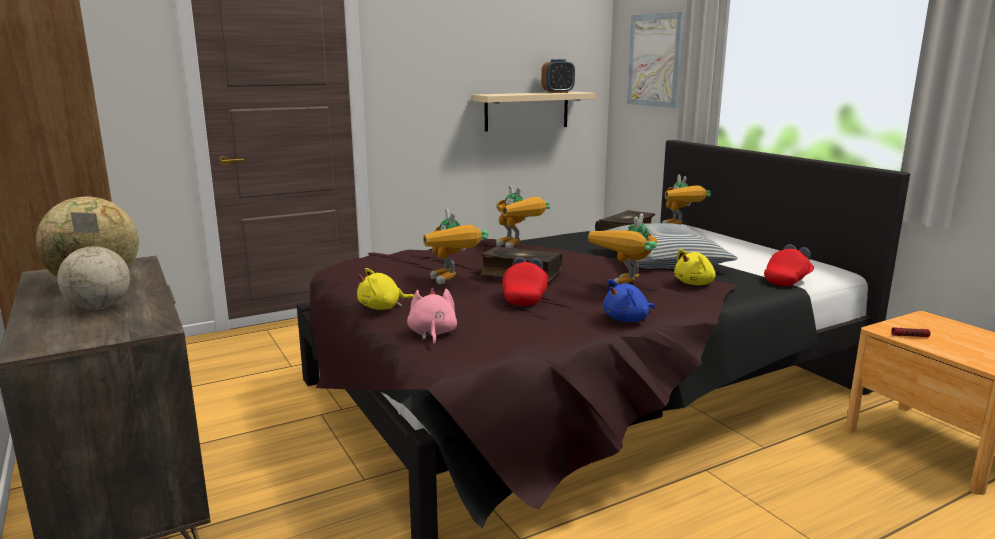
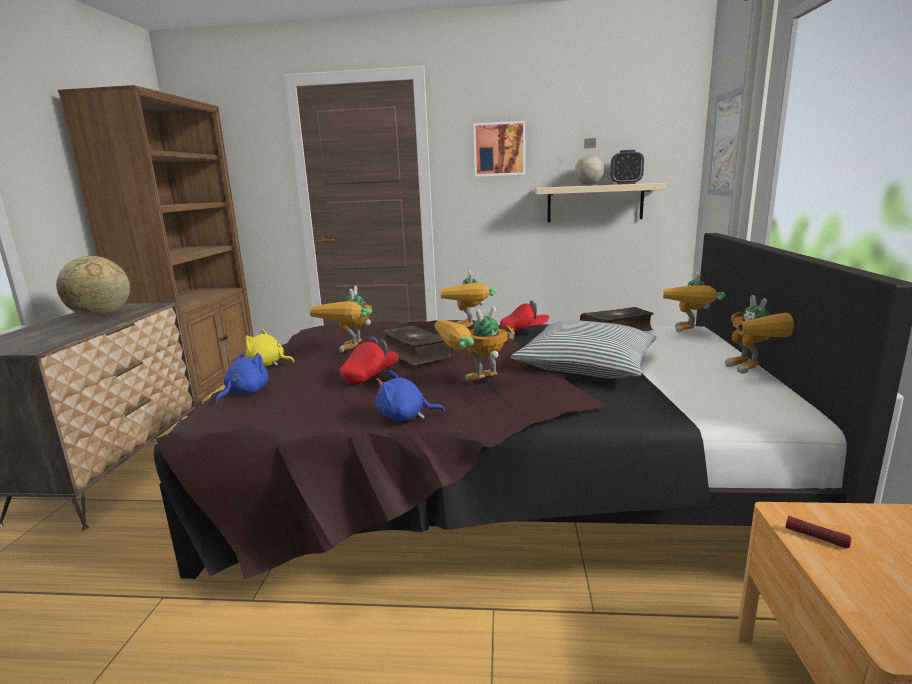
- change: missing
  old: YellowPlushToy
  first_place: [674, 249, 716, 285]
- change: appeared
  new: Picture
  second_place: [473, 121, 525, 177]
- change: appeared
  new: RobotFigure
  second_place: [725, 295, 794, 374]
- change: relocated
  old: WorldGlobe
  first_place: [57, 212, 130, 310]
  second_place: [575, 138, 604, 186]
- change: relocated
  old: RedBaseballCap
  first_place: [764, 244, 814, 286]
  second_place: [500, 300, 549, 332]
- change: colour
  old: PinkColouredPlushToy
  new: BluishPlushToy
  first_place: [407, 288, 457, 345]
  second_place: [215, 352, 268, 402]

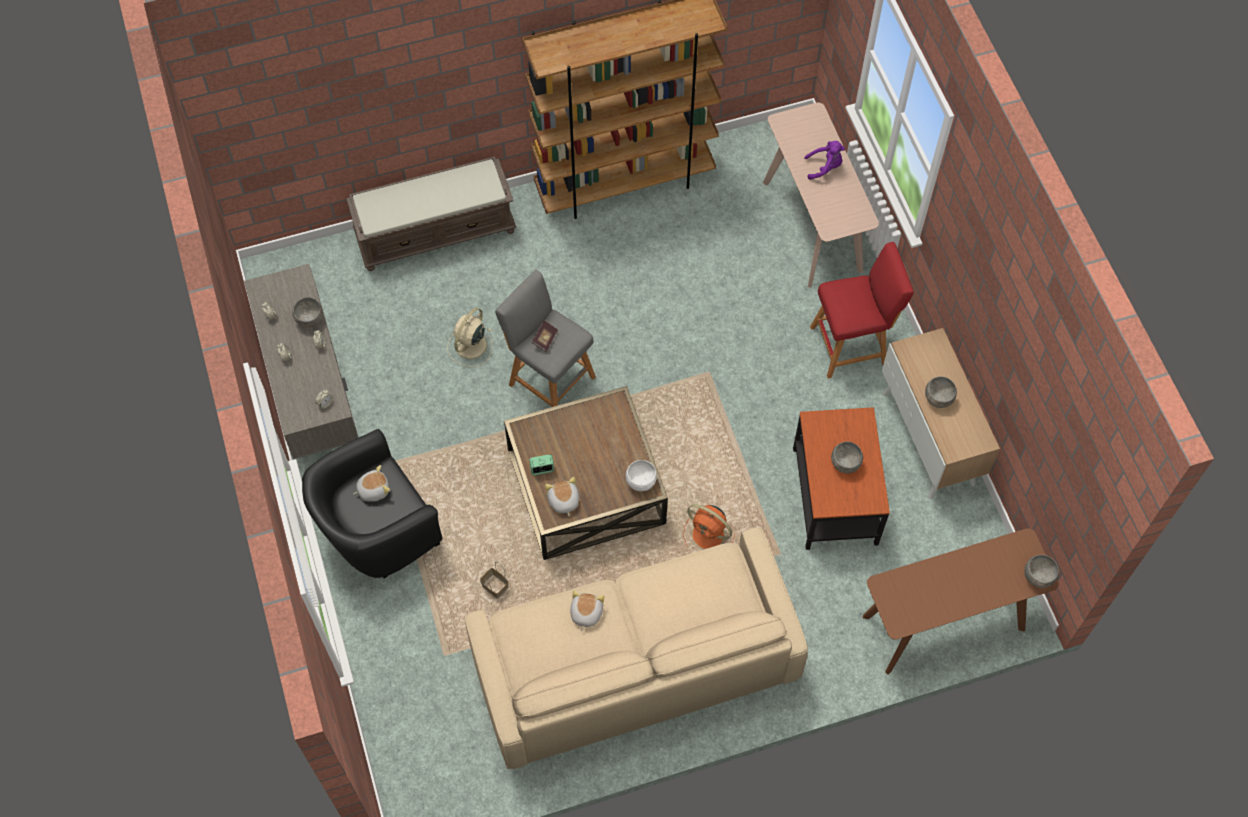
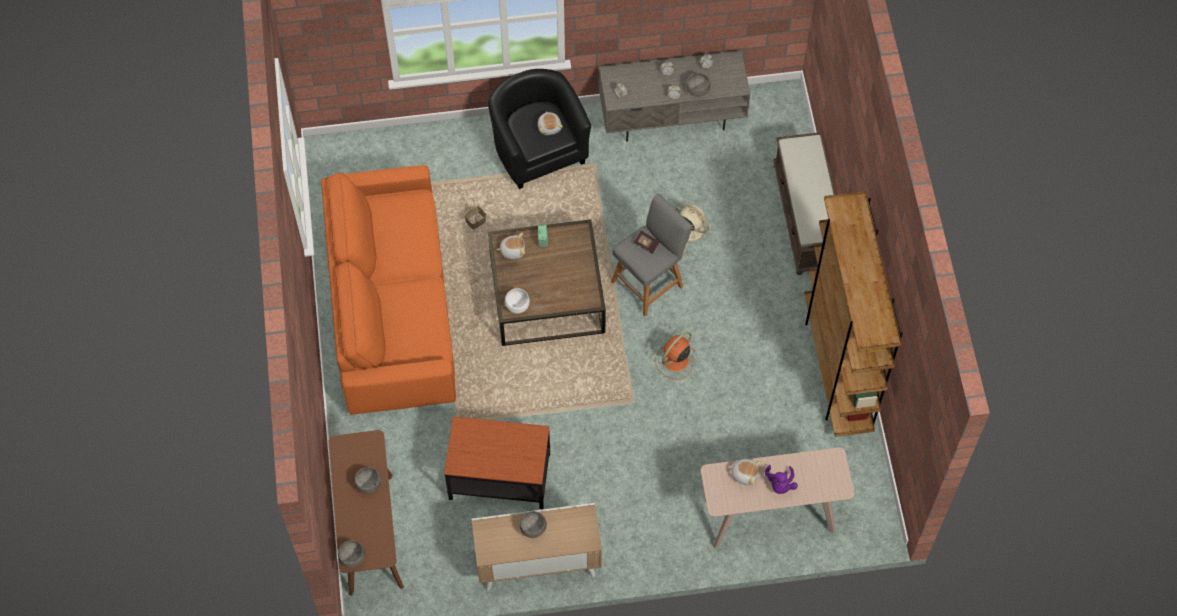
- change: missing
  old: RedSittingStool
  first_place: [810, 242, 914, 379]
- change: relocated
  old: PlushToy
  first_place: [570, 590, 604, 631]
  second_place: [729, 459, 762, 485]
- change: relocated
  old: OrangeColouredElectricFan
  first_place: [683, 504, 735, 549]
  second_place: [655, 332, 695, 380]
- change: relocated
  old: GreyishDeepDish
  first_place: [831, 442, 863, 474]
  second_place: [354, 467, 382, 494]
- change: colour
  old: BeigeSettee
  new: OrangeColouredSettee
  first_place: [464, 527, 808, 769]
  second_place: [321, 165, 456, 415]

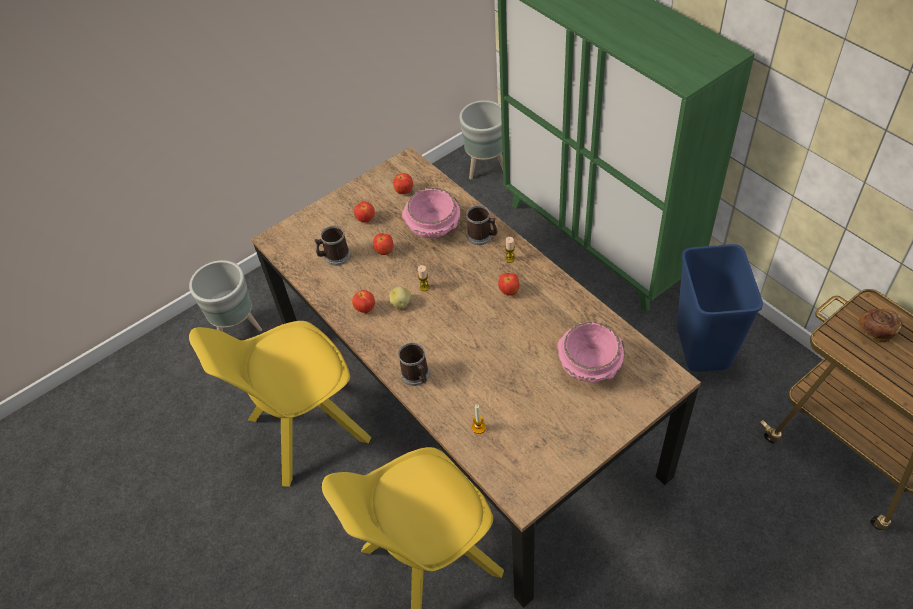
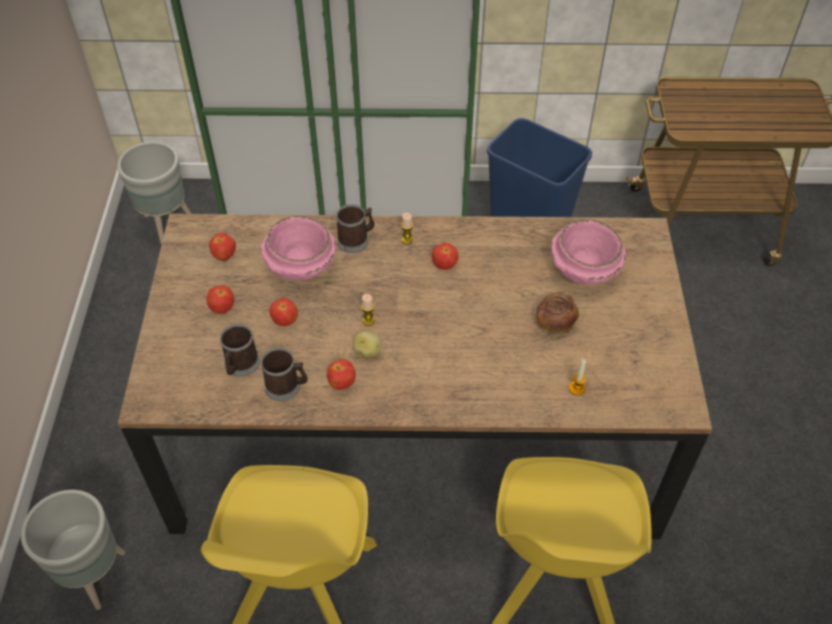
- change: relocated
  old: TeaMug
  first_place: [398, 343, 430, 386]
  second_place: [261, 348, 308, 401]
- change: relocated
  old: Bread
  first_place: [859, 309, 902, 343]
  second_place: [537, 291, 579, 334]

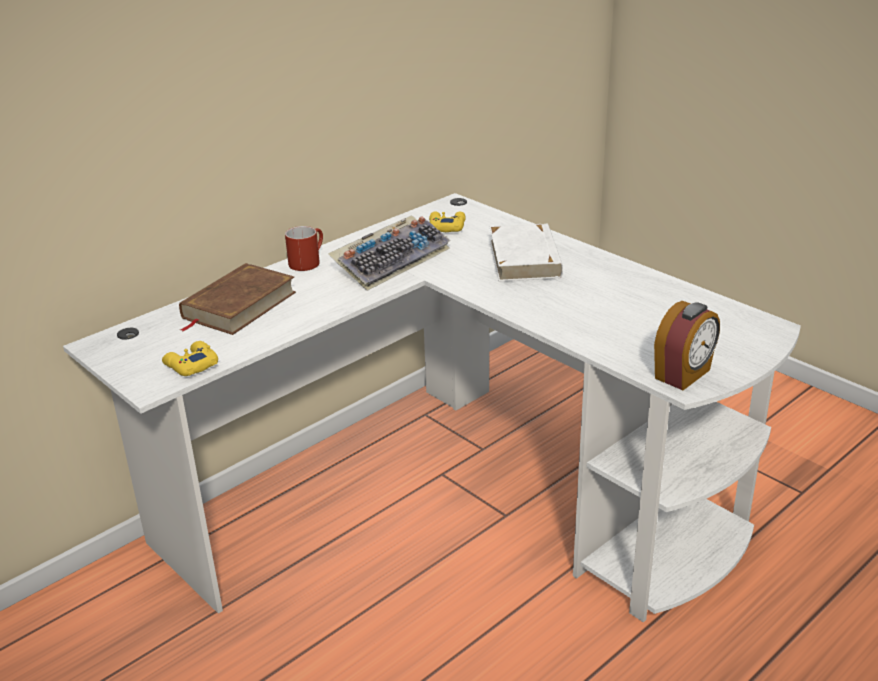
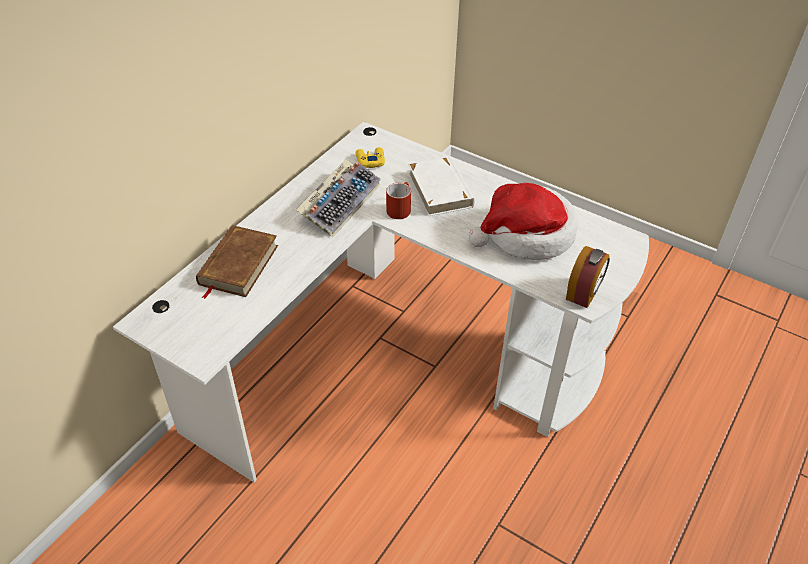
- change: missing
  old: YellowJoypad
  first_place: [162, 341, 218, 376]
- change: appeared
  new: WearableHat
  second_place: [469, 183, 578, 260]
- change: relocated
  old: RedTeaMug
  first_place: [285, 226, 323, 271]
  second_place: [386, 182, 411, 219]

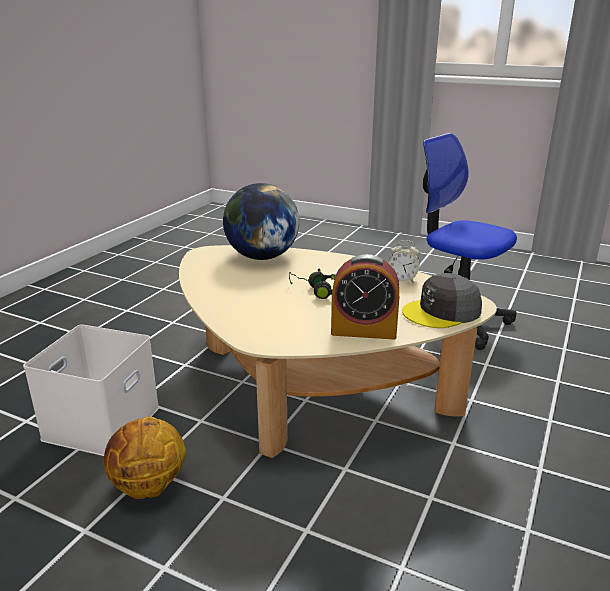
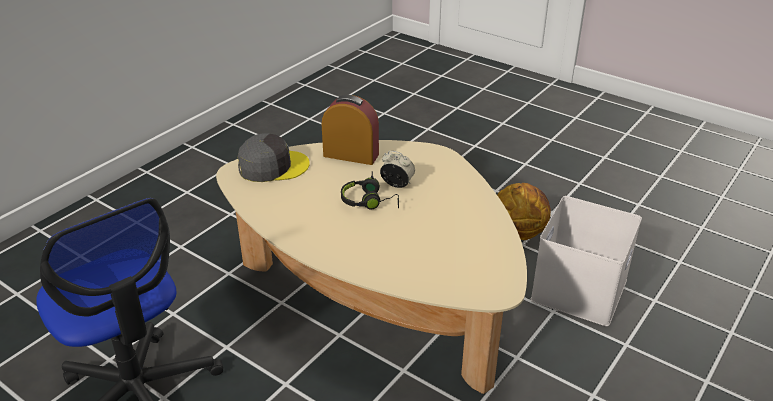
- change: missing
  old: WorldGlobe
  first_place: [223, 183, 299, 260]
- change: relocated
  old: TableClock
  first_place: [388, 240, 420, 282]
  second_place: [380, 151, 415, 188]

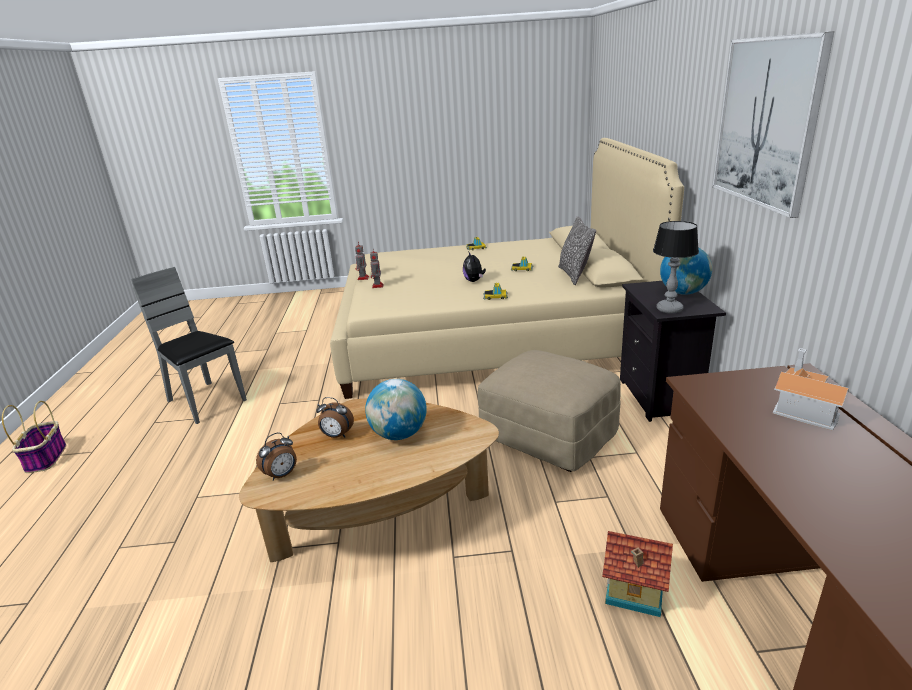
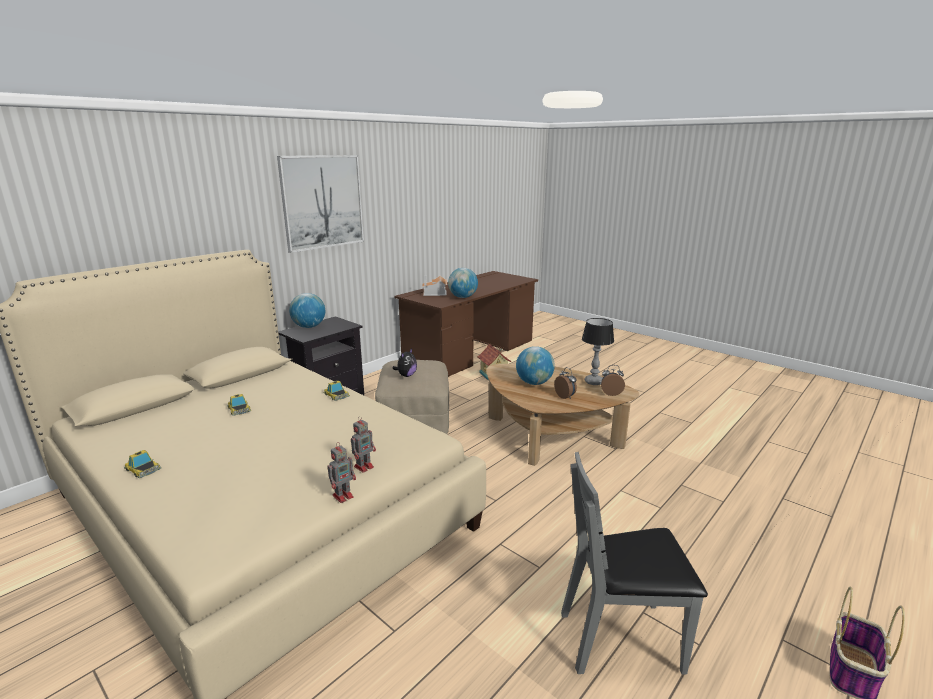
- change: missing
  old: Pillow
  first_place: [558, 216, 596, 285]
- change: appeared
  new: WorldGlobe
  second_place: [448, 268, 478, 298]
- change: relocated
  old: PlushToy
  first_place: [463, 251, 486, 282]
  second_place: [392, 349, 417, 377]
- change: relocated
  old: LampForATable
  first_place: [653, 221, 699, 314]
  second_place: [582, 318, 614, 385]
- change: spun
  old: GreyishChair
  first_place: [131, 267, 247, 424]
  second_place: [561, 452, 708, 675]
  degrees: 90

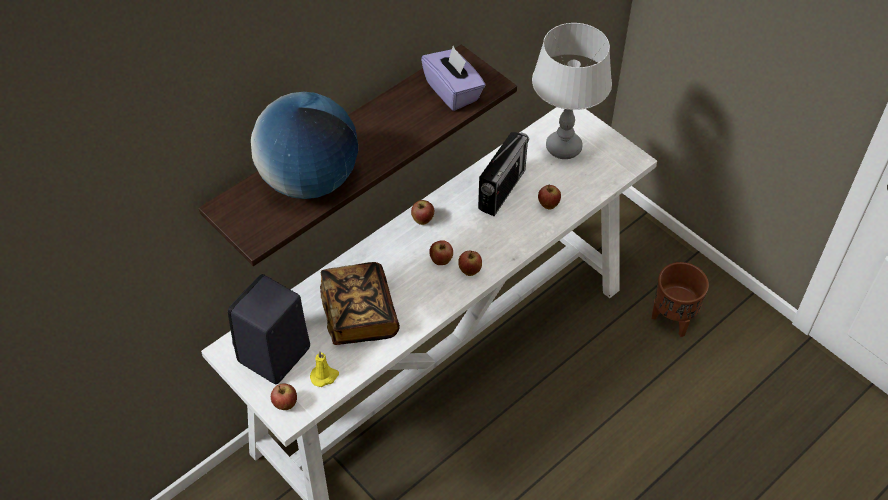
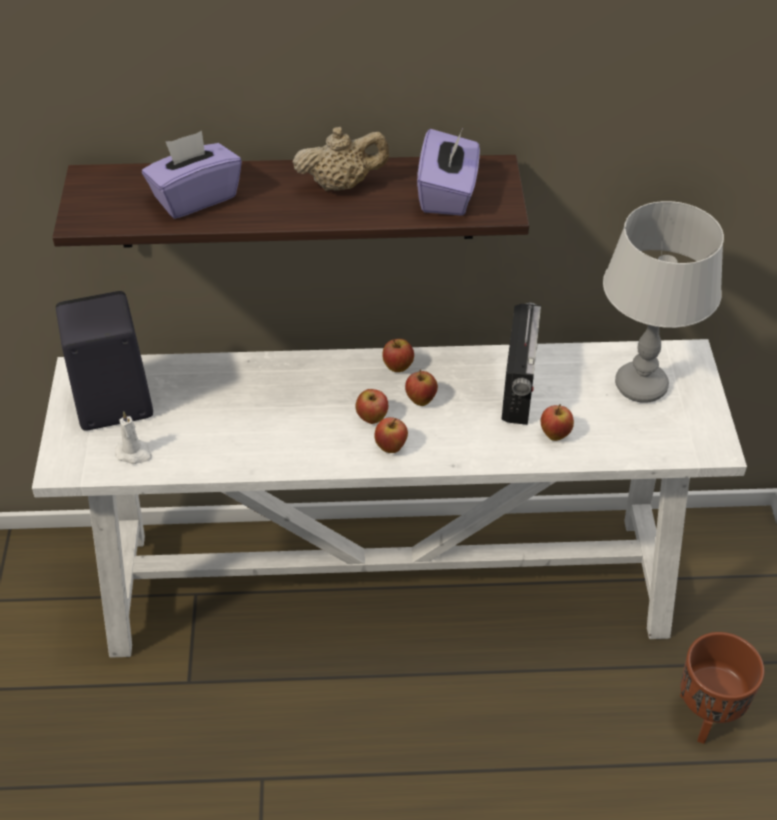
- change: missing
  old: BoundBook
  first_place: [320, 262, 400, 345]
- change: appeared
  new: BeigeTeaPot
  second_place: [292, 127, 389, 191]
- change: relocated
  old: WholeApple
  first_place: [271, 384, 297, 410]
  second_place: [405, 370, 438, 406]
- change: exchanged
  old: WorldGlobe
  new: PurpleColouredTissueHolder
  first_place: [251, 92, 358, 199]
  second_place: [142, 131, 242, 219]
- change: colour
  old: YellowWaxLight
  new: WhitishWaxLight
  first_place: [310, 351, 339, 387]
  second_place: [115, 412, 152, 464]
- change: spun
  old: Radio
  first_place: [478, 132, 529, 216]
  second_place: [501, 302, 541, 425]
  degrees: -60

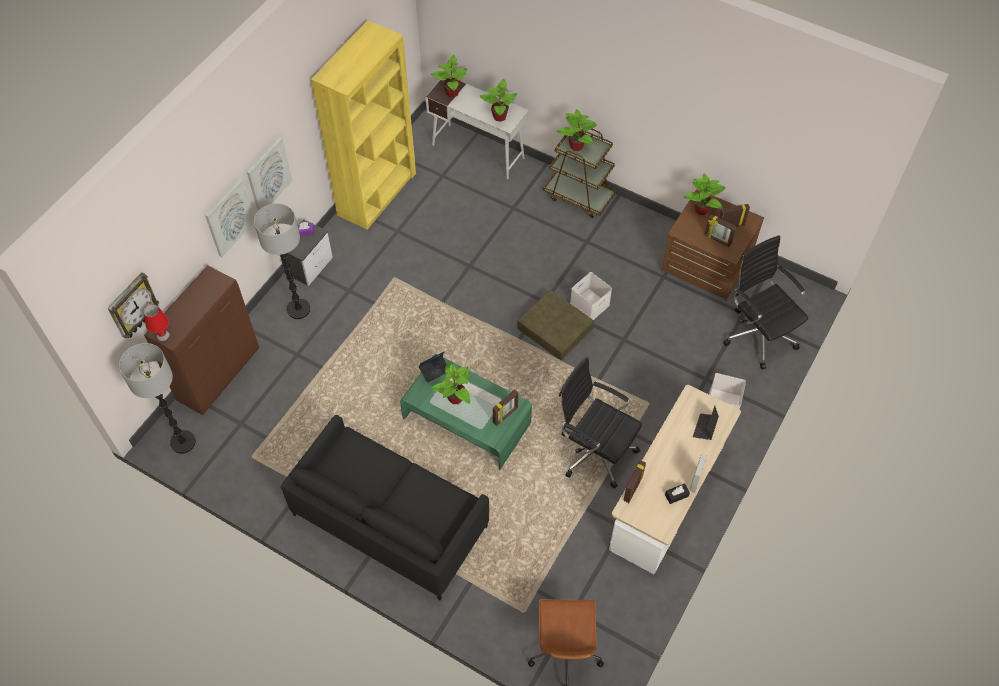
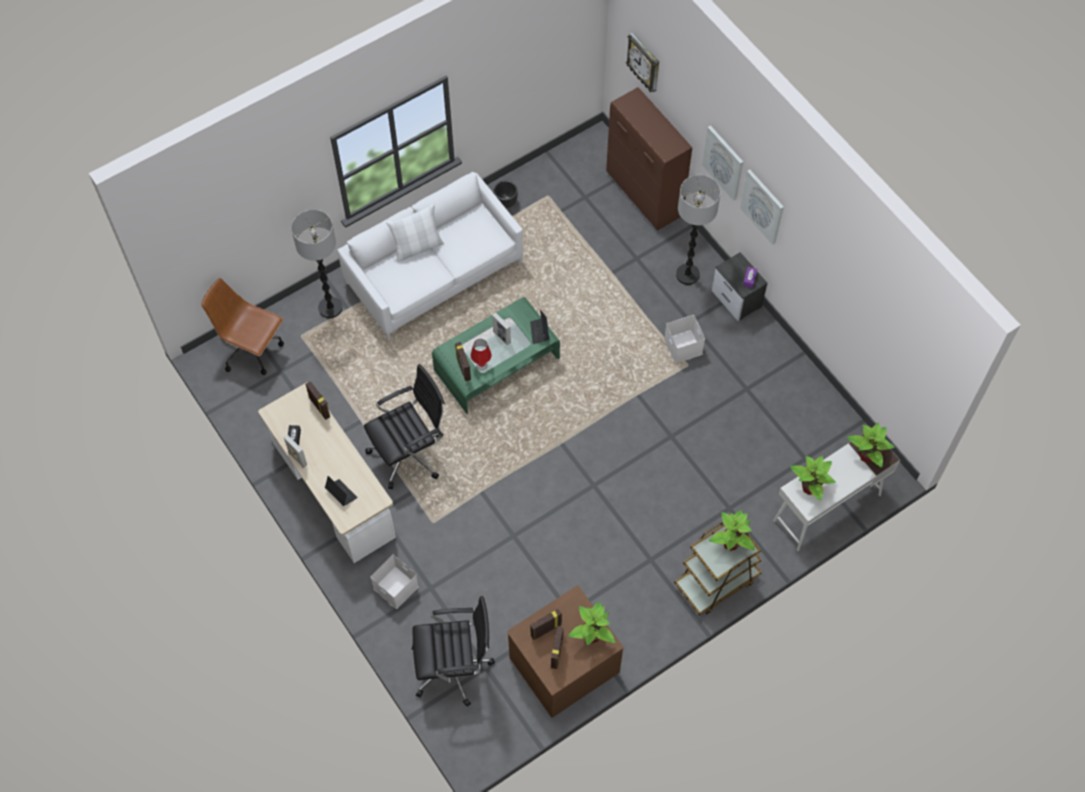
- change: missing
  old: YellowShelvingUnit
  first_place: [311, 20, 416, 230]
- change: missing
  old: BrownStorageContainer
  first_place: [517, 290, 594, 360]
- change: appeared
  new: WhitishPillow
  second_place: [386, 203, 444, 262]
- change: appeared
  new: BlackPlanter
  second_place: [494, 180, 518, 208]
- change: relocated
  old: FloorLamp
  first_place: [119, 343, 196, 454]
  second_place: [291, 209, 342, 319]
- change: relocated
  old: RedLampForATable
  first_place: [143, 304, 169, 341]
  second_place: [471, 339, 492, 371]
- change: relocated
  old: WhitishStorageContainer
  first_place: [570, 272, 612, 320]
  second_place: [664, 315, 705, 363]
- change: exchanged
  old: Houseplant
  new: StandingFrame
  first_place: [431, 363, 471, 404]
  second_place: [492, 313, 511, 345]
- change: colour
  old: BlackSettee
  new: WhitishSettee
  first_place: [281, 415, 489, 600]
  second_place: [338, 172, 523, 340]

